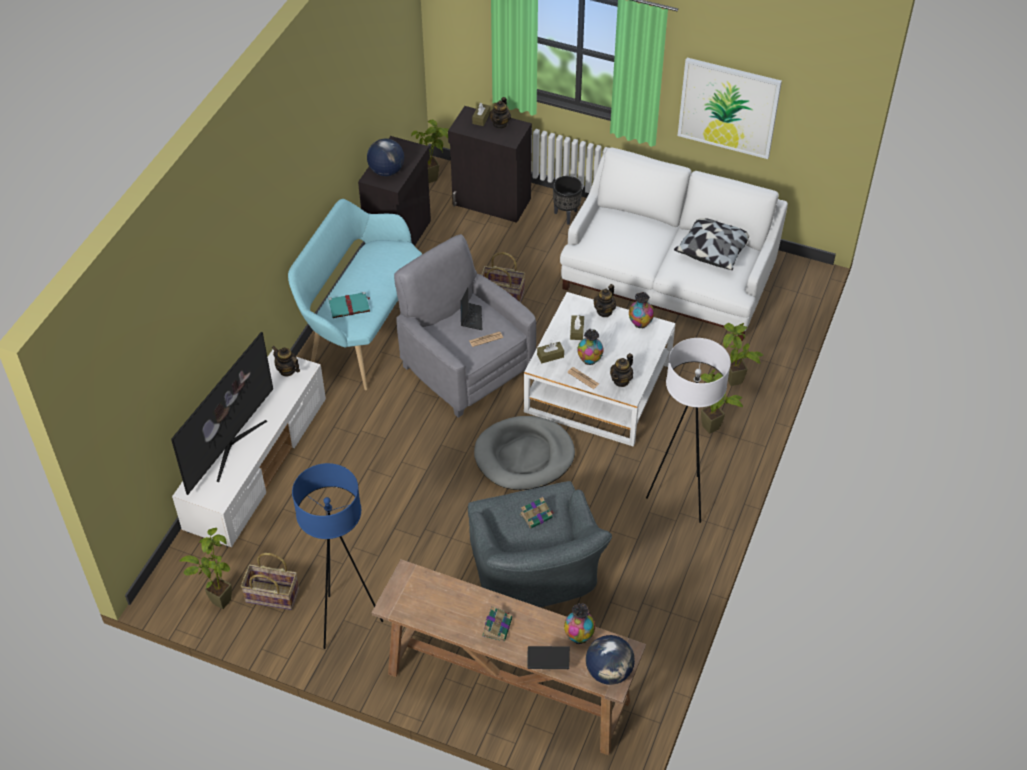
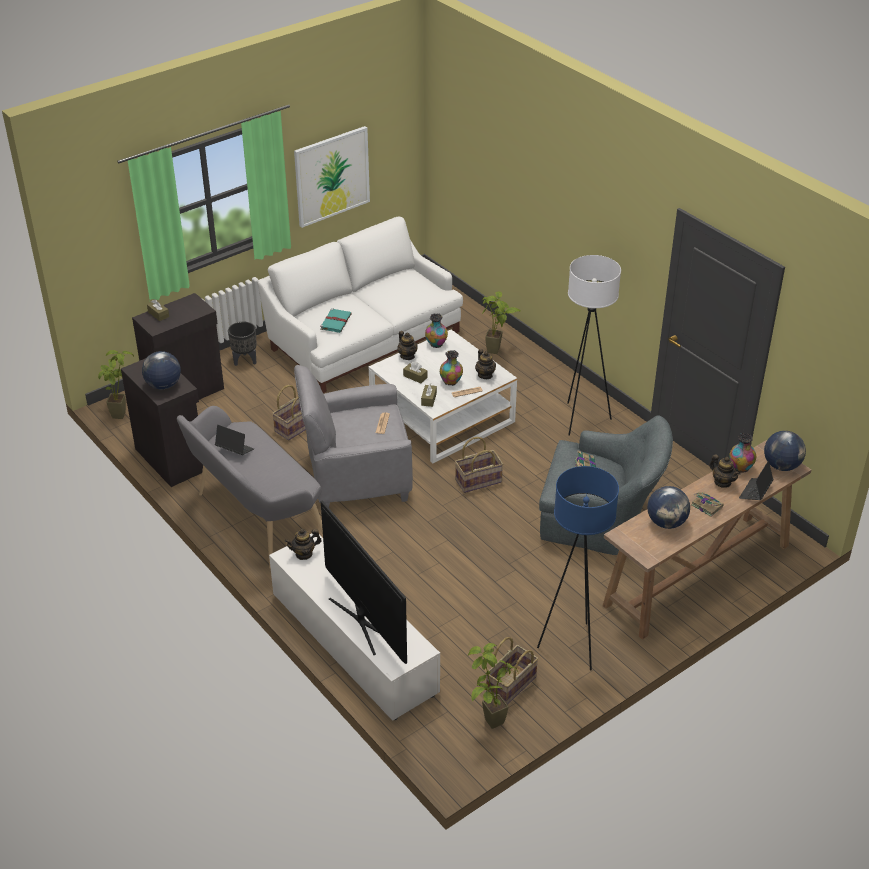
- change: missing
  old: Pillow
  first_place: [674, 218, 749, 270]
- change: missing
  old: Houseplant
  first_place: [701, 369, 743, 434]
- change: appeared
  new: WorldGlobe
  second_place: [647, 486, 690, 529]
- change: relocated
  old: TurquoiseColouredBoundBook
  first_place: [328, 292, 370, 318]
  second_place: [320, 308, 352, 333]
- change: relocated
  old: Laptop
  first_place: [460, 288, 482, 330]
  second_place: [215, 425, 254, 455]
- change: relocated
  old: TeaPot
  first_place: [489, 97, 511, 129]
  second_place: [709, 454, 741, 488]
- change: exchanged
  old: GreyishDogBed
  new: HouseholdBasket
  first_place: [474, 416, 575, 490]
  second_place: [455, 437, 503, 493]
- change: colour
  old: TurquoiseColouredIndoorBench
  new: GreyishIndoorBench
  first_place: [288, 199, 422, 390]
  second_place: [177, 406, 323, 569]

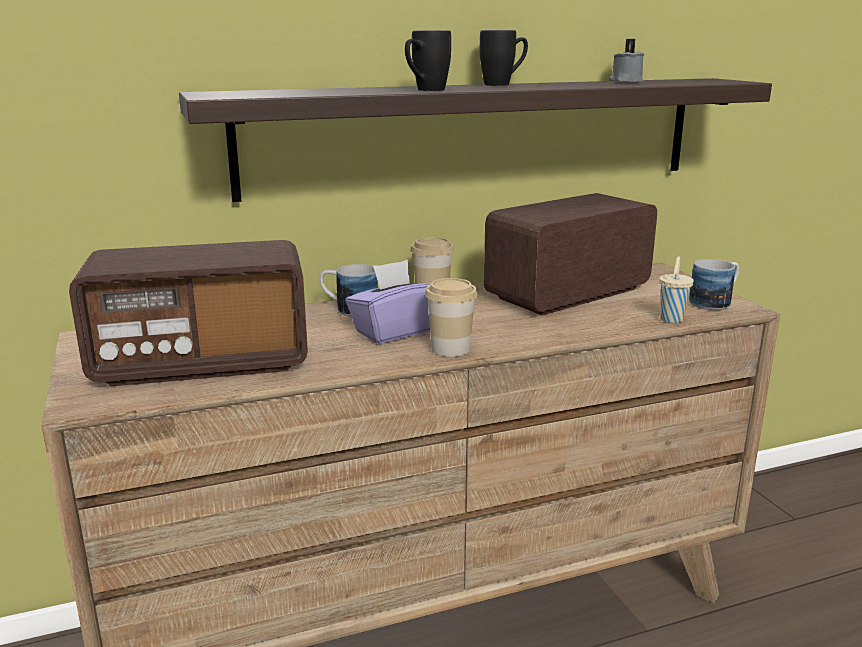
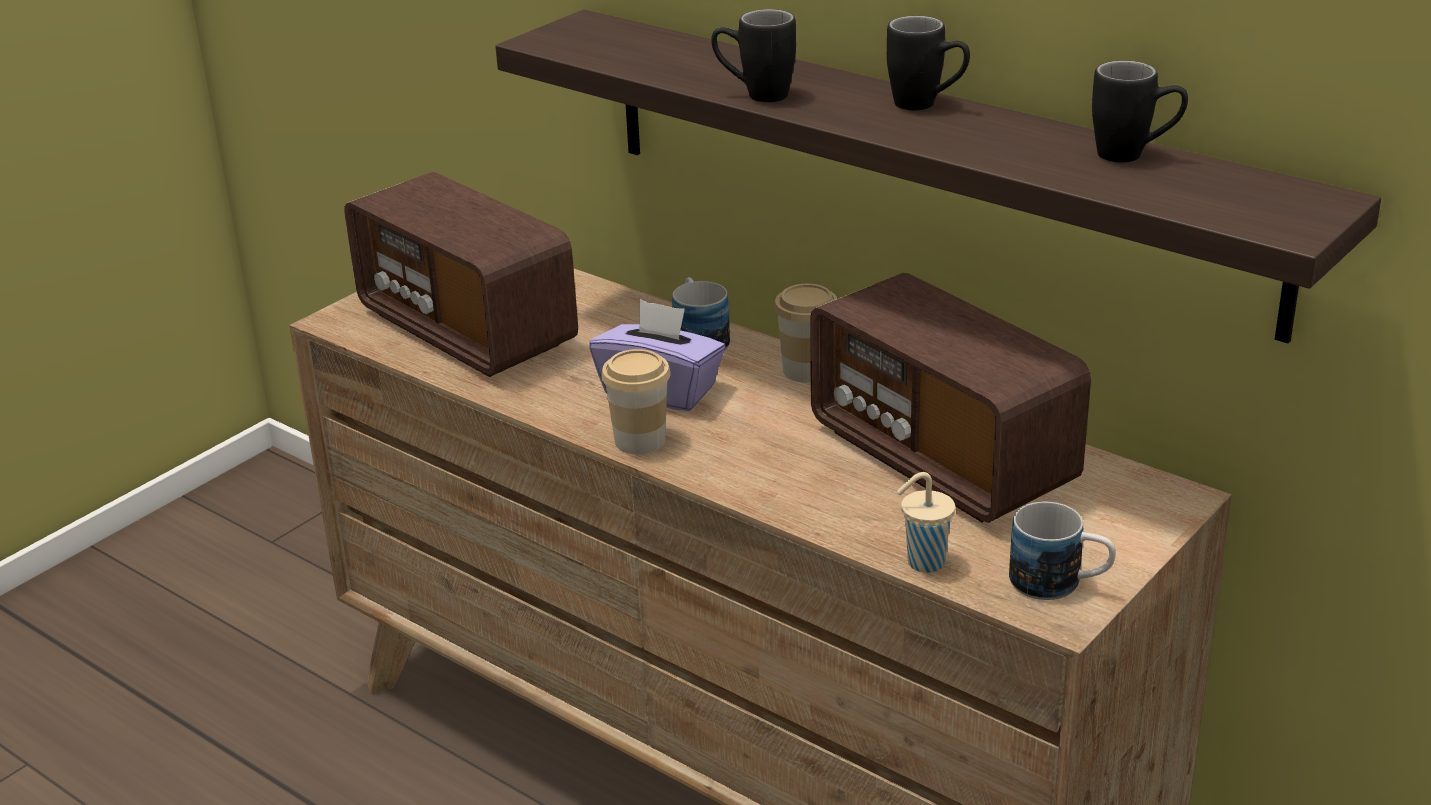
- change: exchanged
  old: GreyishWaxLight
  new: BlackTeaMug
  first_place: [609, 39, 644, 82]
  second_place: [1092, 61, 1188, 163]
- change: spun
  old: Radio
  first_place: [484, 193, 657, 315]
  second_place: [810, 273, 1091, 523]
  degrees: -150

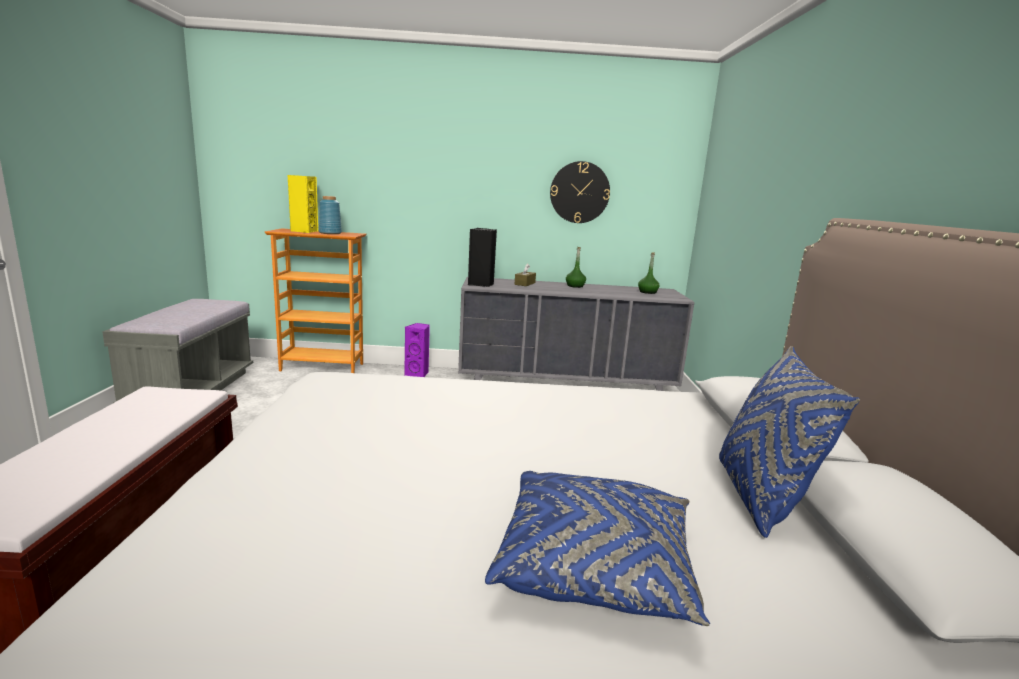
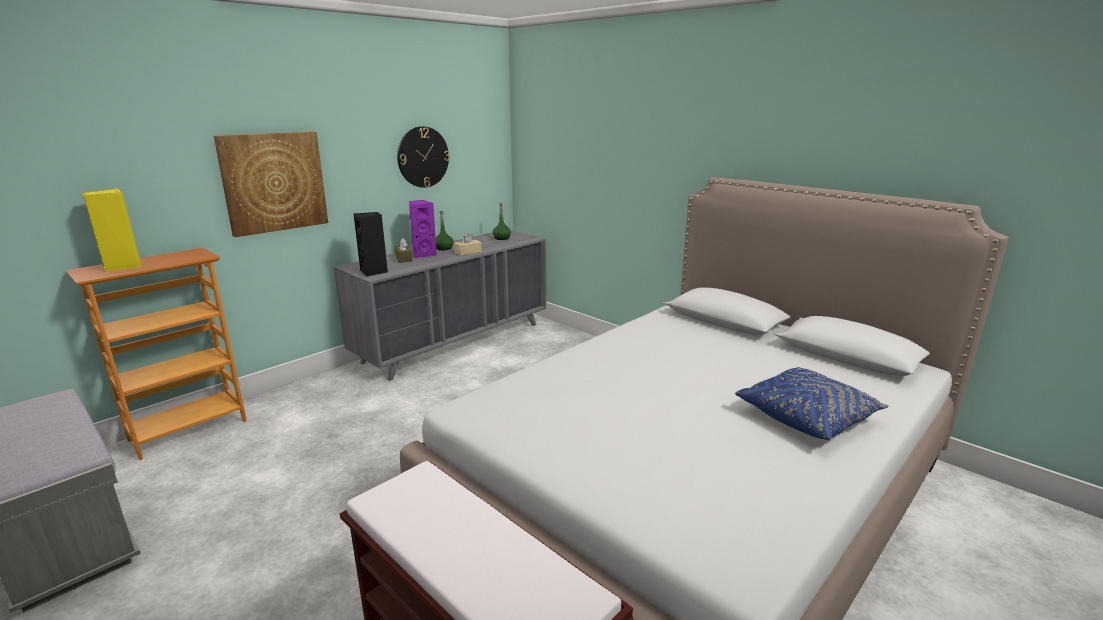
- change: missing
  old: BluishVase
  first_place: [319, 196, 342, 234]
- change: missing
  old: BluishPillow
  first_place: [719, 346, 860, 538]
- change: appeared
  new: Picture
  second_place: [214, 132, 328, 237]
- change: appeared
  new: BeigeTissueHolder
  second_place: [454, 233, 482, 256]
- change: relocated
  old: PurpleColouredLoudspeaker
  first_place: [404, 323, 430, 377]
  second_place: [409, 200, 437, 258]

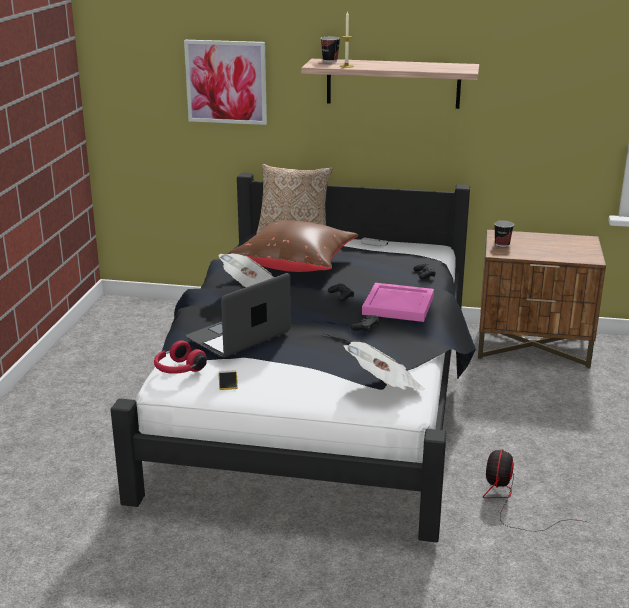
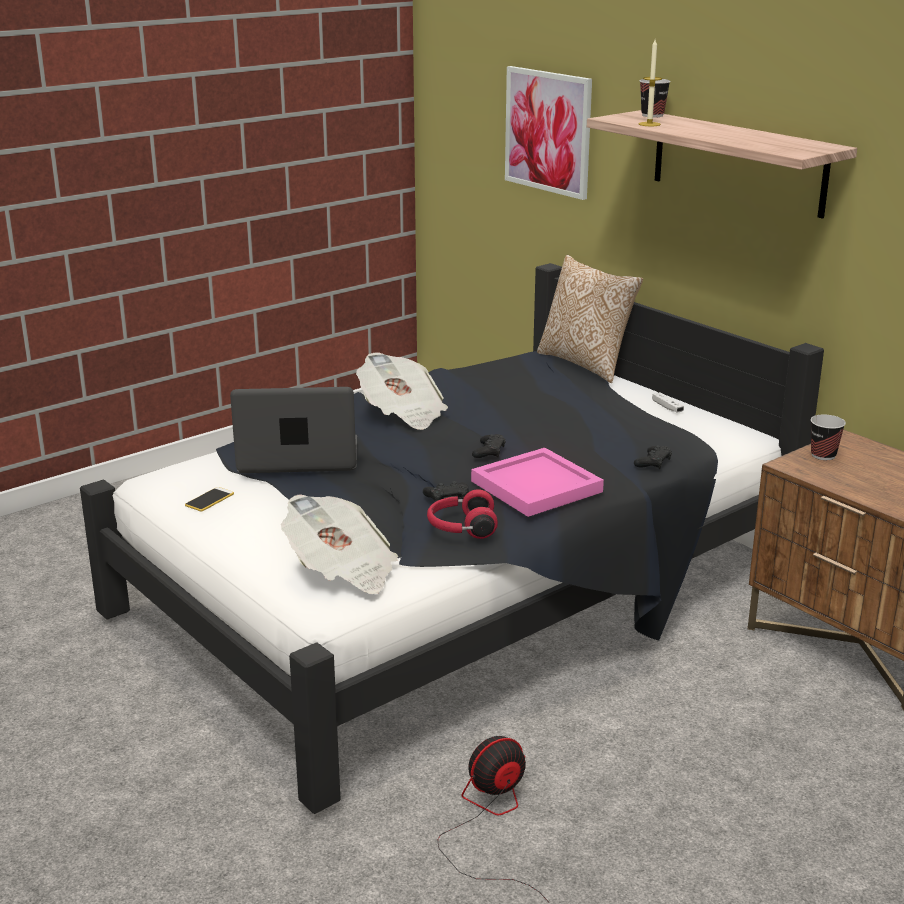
- change: missing
  old: BrownPillow
  first_place: [228, 220, 359, 272]
- change: relocated
  old: RedHeadphones
  first_place: [154, 340, 207, 374]
  second_place: [427, 489, 498, 539]

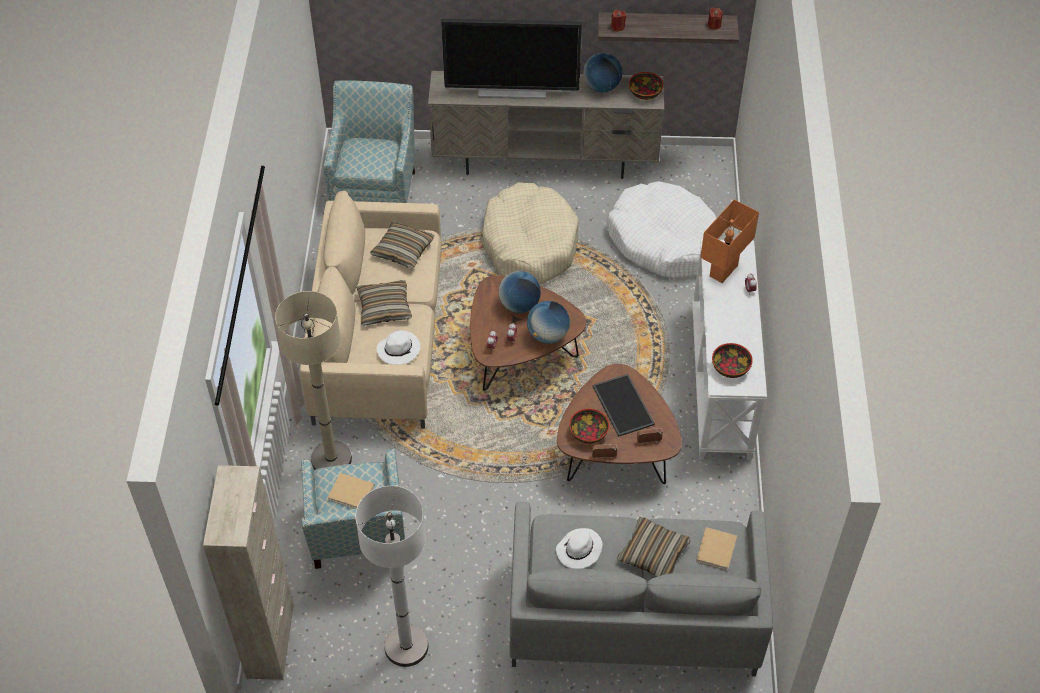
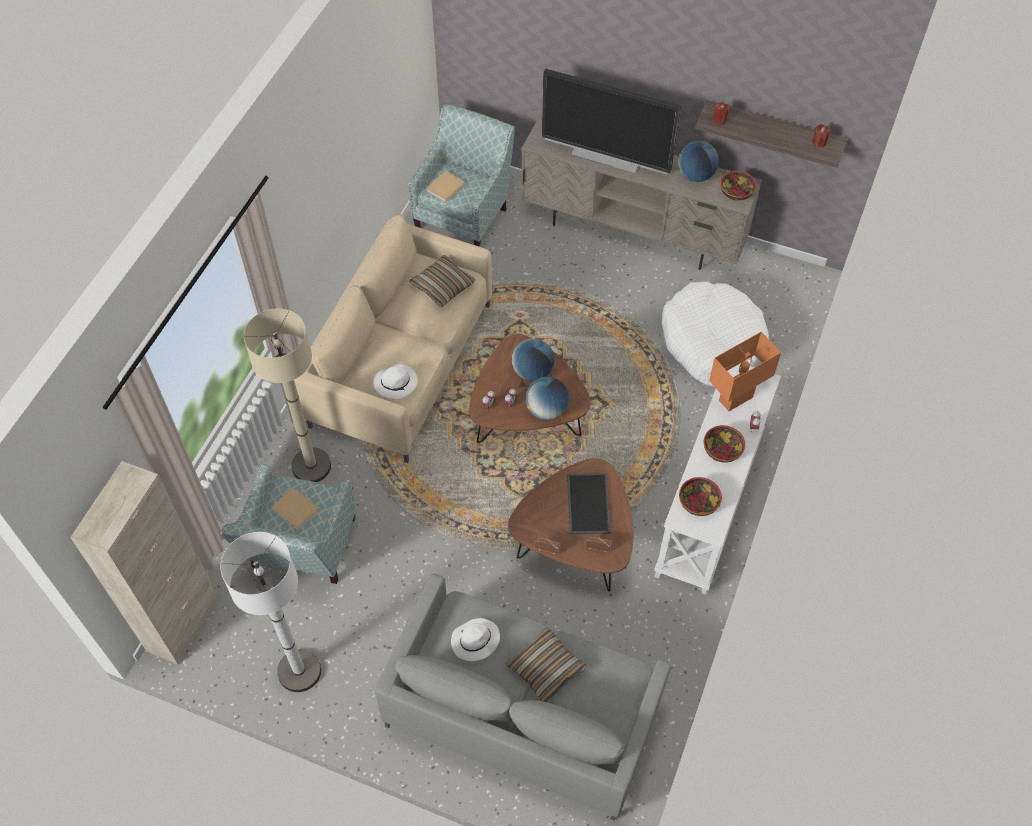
- change: missing
  old: Pillow
  first_place: [357, 280, 412, 326]
- change: missing
  old: BeigeDogBed
  first_place: [481, 182, 579, 284]
- change: relocated
  old: DeepDish
  first_place: [569, 408, 609, 444]
  second_place: [704, 425, 745, 463]
- change: relocated
  old: BeigeBoundBook
  first_place: [696, 527, 737, 570]
  second_place: [426, 171, 465, 203]

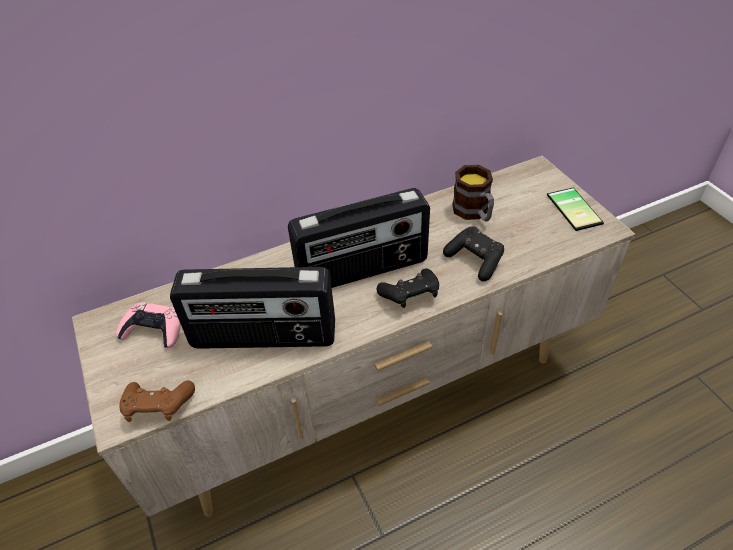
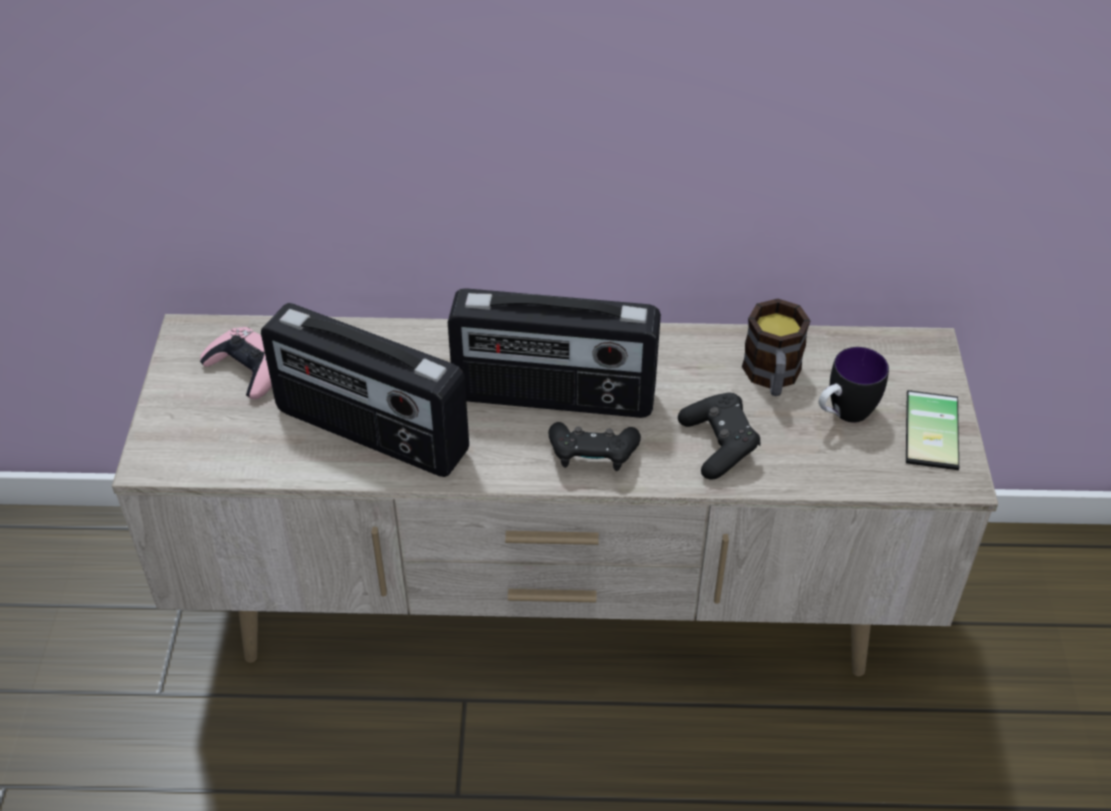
- change: missing
  old: BrownJoypad
  first_place: [119, 380, 195, 422]
- change: appeared
  new: TeaMug
  second_place: [819, 347, 889, 423]

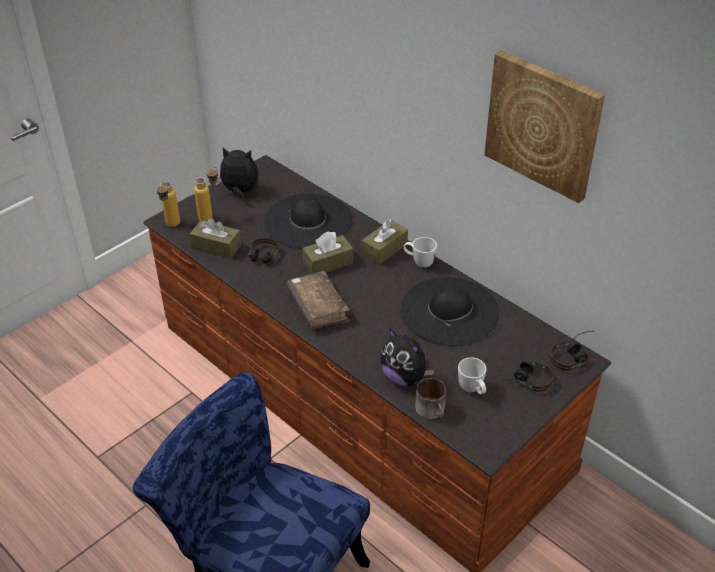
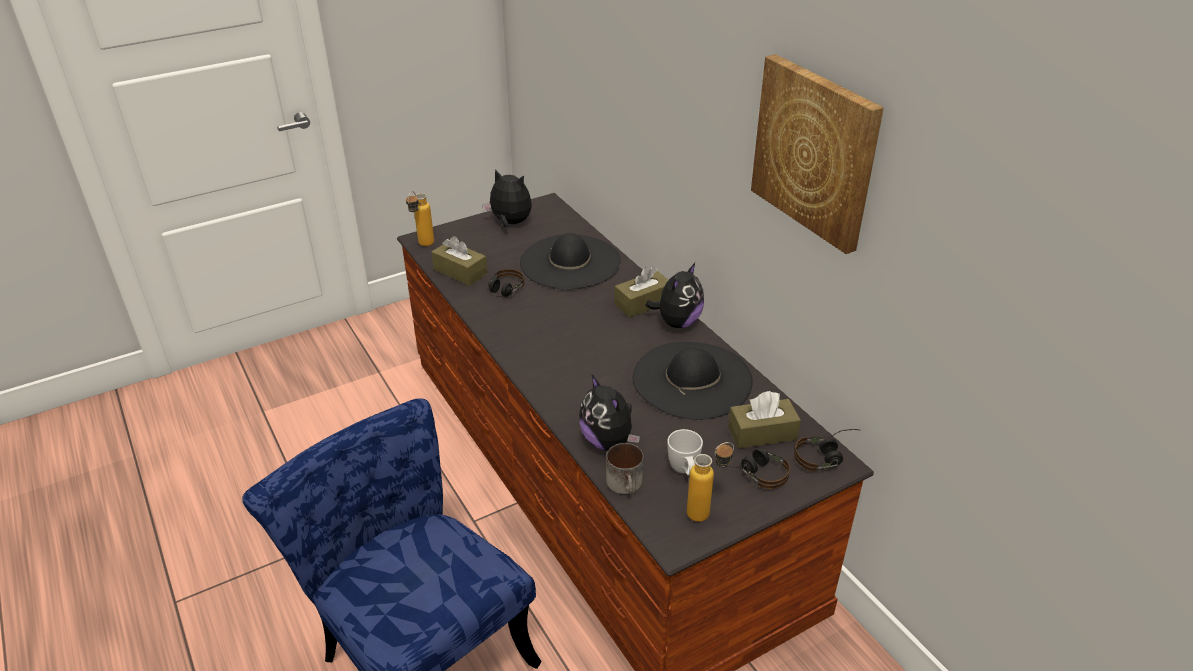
- change: missing
  old: BrownBoundBook
  first_place: [286, 271, 350, 329]
- change: relocated
  old: BeverageBottle
  first_place: [194, 167, 218, 222]
  second_place: [687, 442, 734, 522]
- change: relocated
  old: BrownTissueHolder
  first_place: [302, 231, 354, 274]
  second_place: [728, 391, 801, 448]
- change: exchanged
  old: WhitishTeaMug
  new: PlushToy
  first_place: [403, 237, 437, 268]
  second_place: [645, 263, 704, 328]

